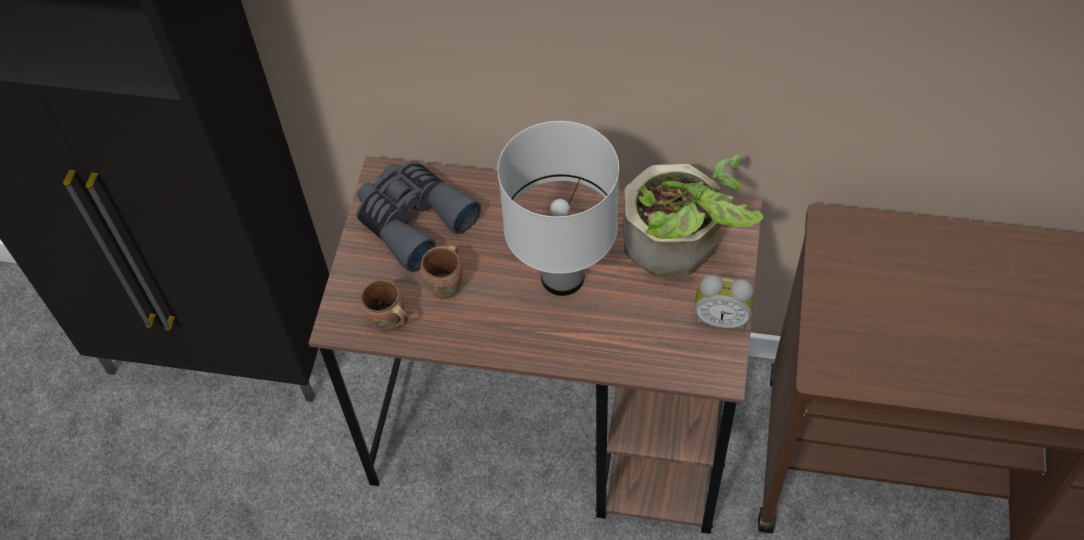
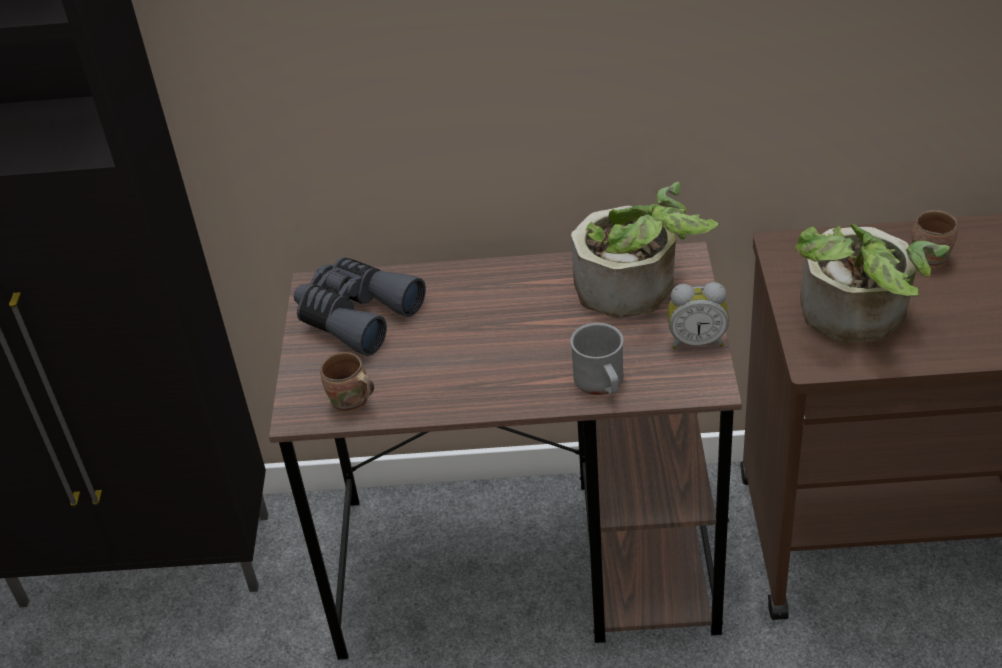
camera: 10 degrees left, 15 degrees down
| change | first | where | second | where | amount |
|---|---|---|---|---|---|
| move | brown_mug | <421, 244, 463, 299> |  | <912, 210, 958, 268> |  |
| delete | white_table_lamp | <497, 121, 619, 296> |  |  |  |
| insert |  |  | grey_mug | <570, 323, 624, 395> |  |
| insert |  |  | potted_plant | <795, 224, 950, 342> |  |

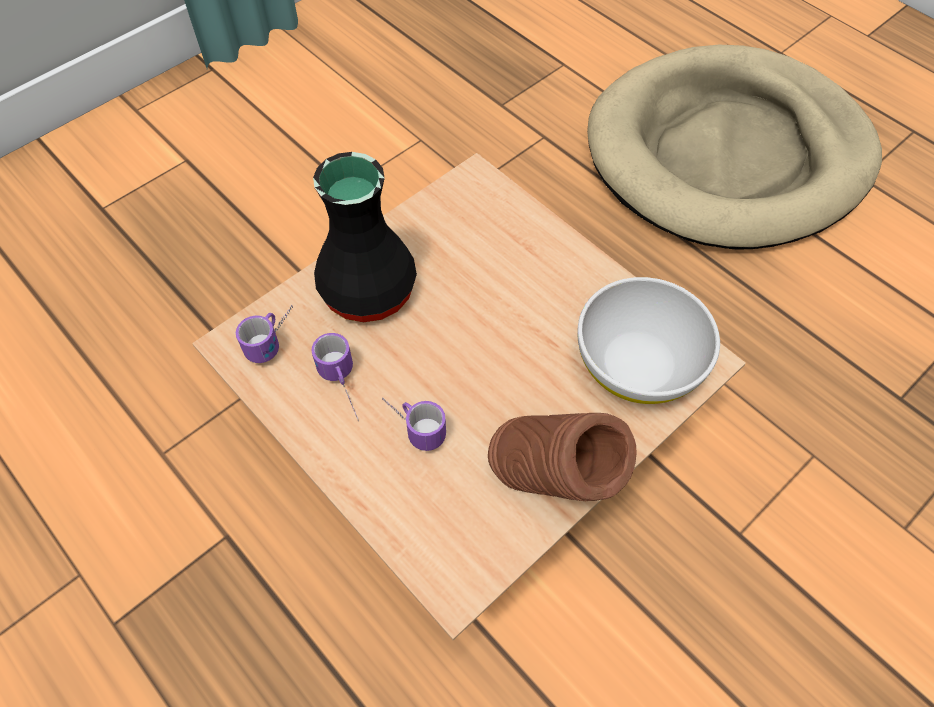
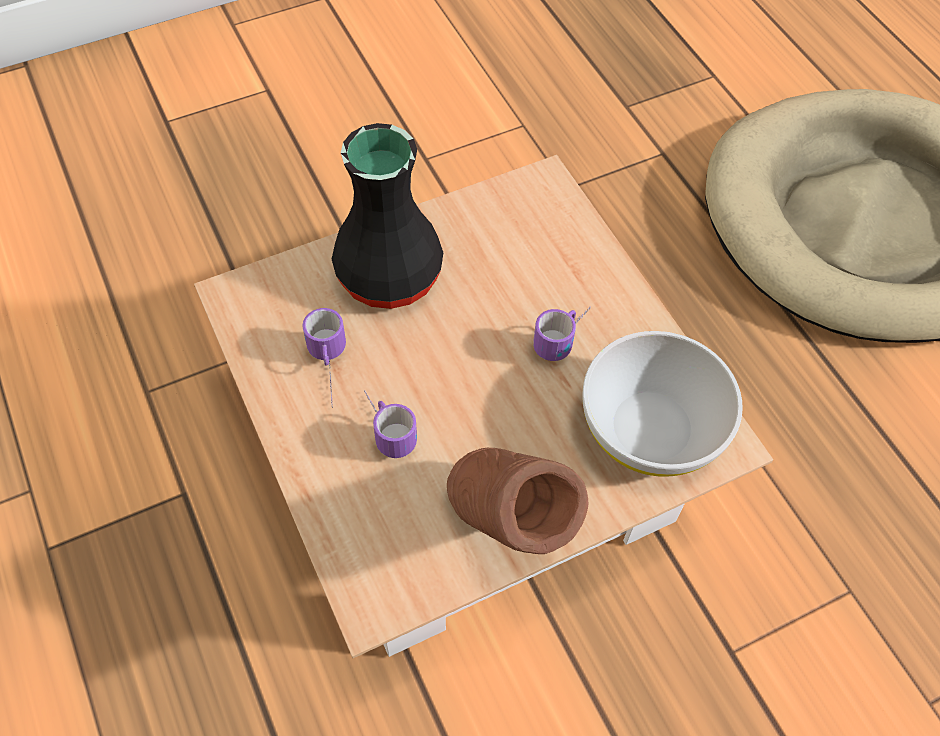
camera: 15 degrees right, 0 degrees up
| change | first | where | second | where | amount |
|---|---|---|---|---|---|
| move | mug | <236, 305, 293, 363> |  | <533, 307, 591, 361> |  |

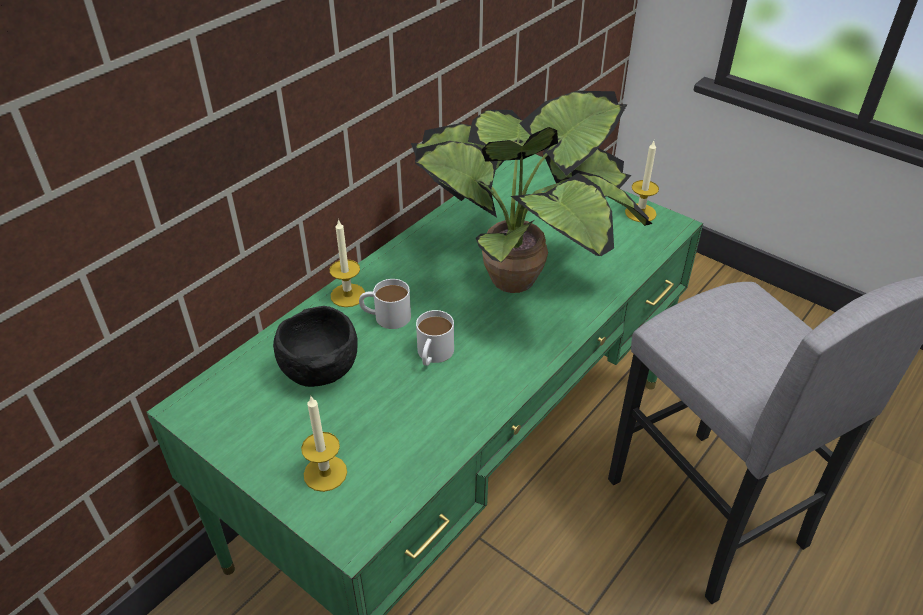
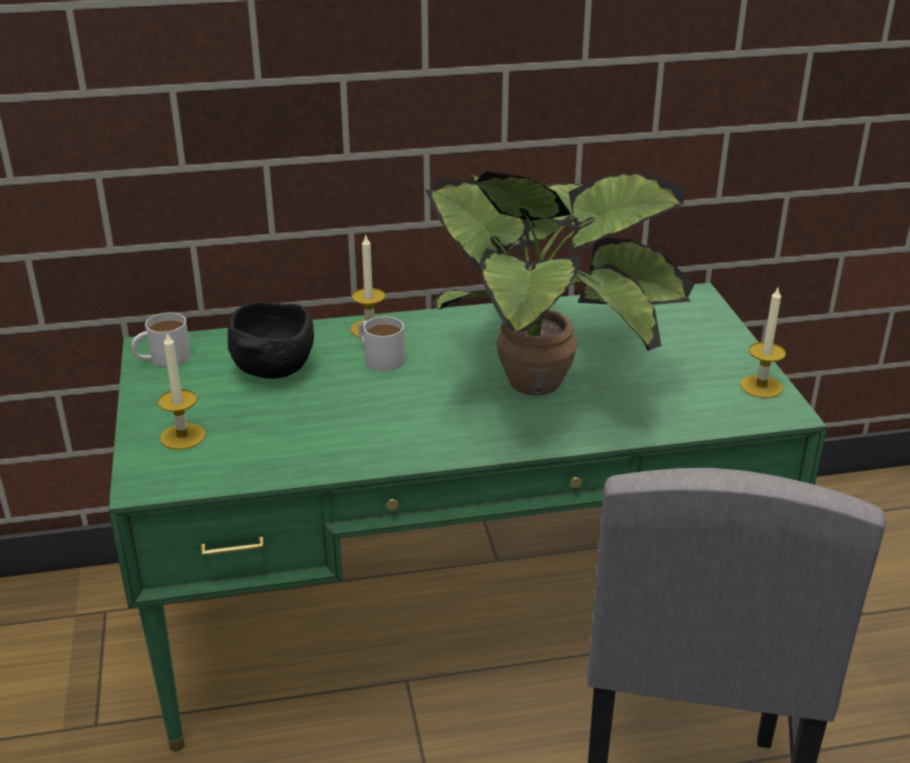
camera: 40 degrees right, 10 degrees down
| change | first | where | second | where | amount |
|---|---|---|---|---|---|
| move | white_mug | <416, 310, 454, 366> |  | <131, 312, 191, 367> |  |

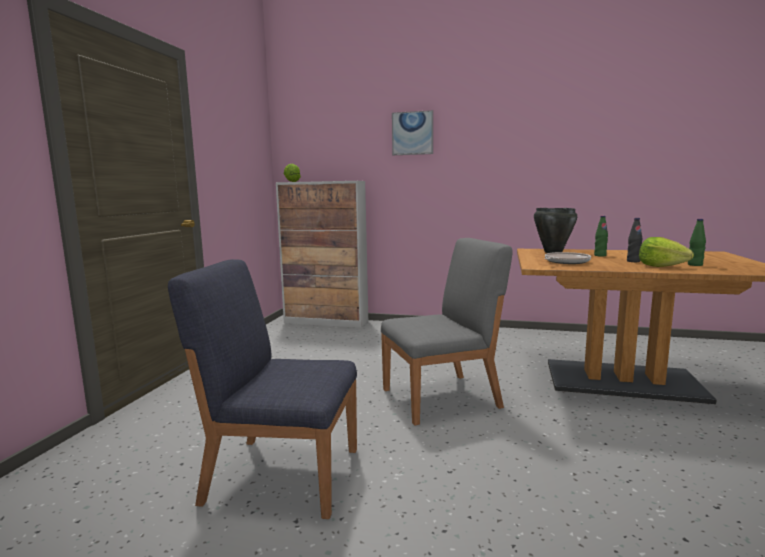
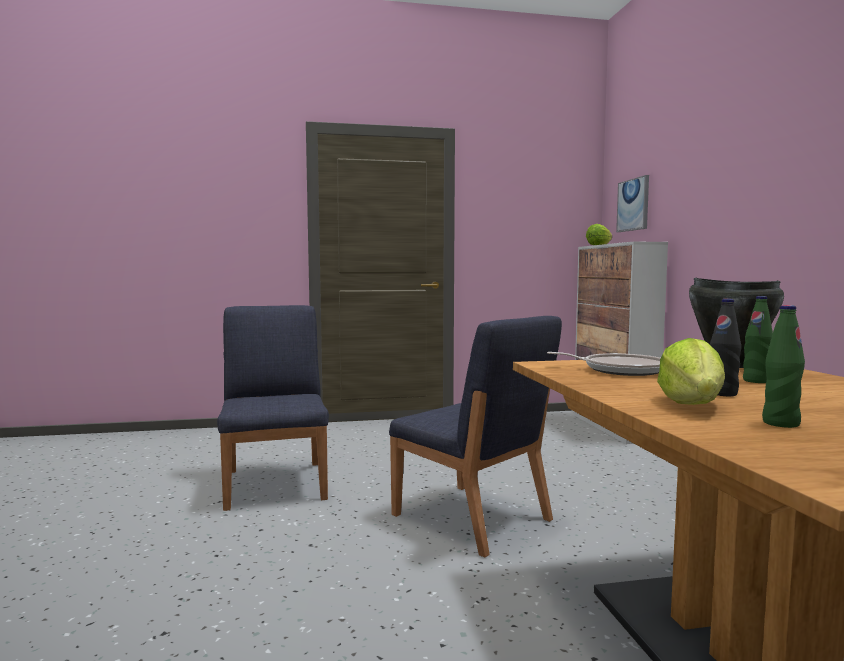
camera: 65 degrees right, 5 degrees down
| change | first | where | second | where | amount |
|---|---|---|---|---|---|
| recolor | grey_chair | <381, 238, 513, 426> | blue_chair | <389, 316, 562, 557> |  |
| move | picture | <392, 110, 433, 155> |  | <616, 175, 649, 232> |  |

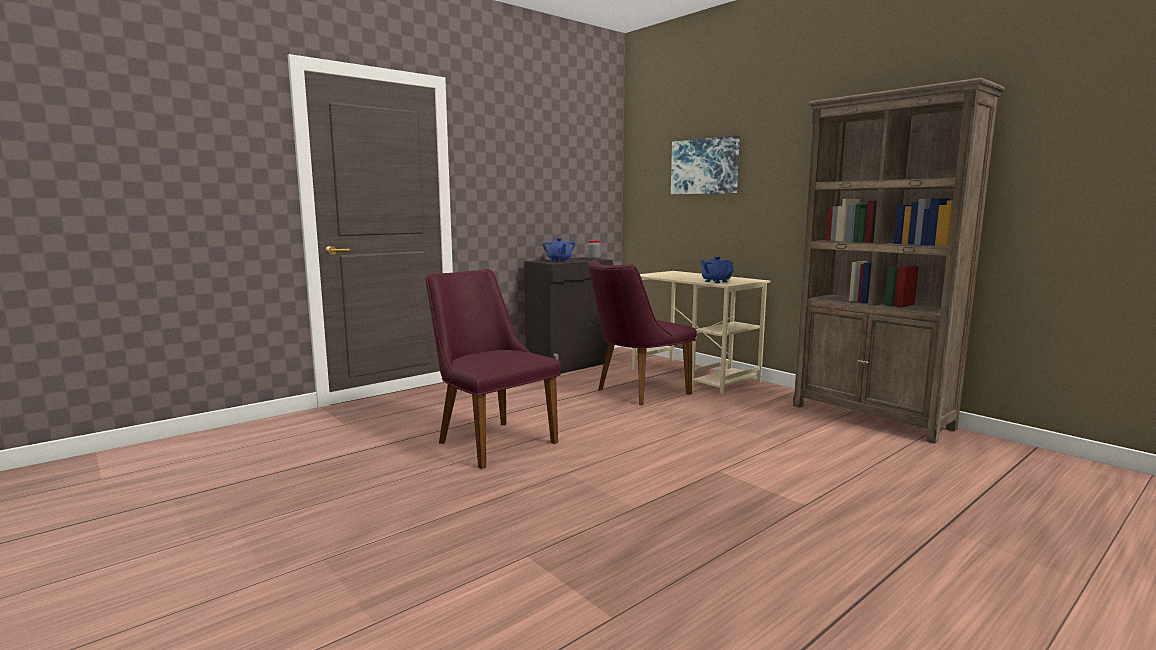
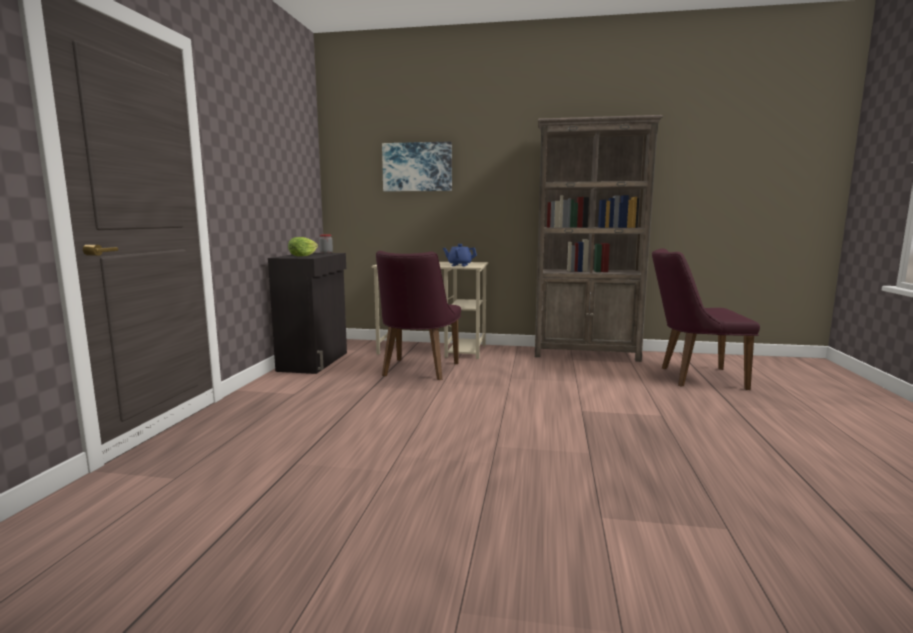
camera: 40 degrees left, 0 degrees up
| change | first | where | second | where | amount |
|---|---|---|---|---|---|
| move | purple_chair | <425, 269, 561, 469> |  | <652, 249, 760, 390> |  |
| replace | blue_teapot | <543, 238, 576, 262> | lettuce | <288, 237, 318, 256> |  |

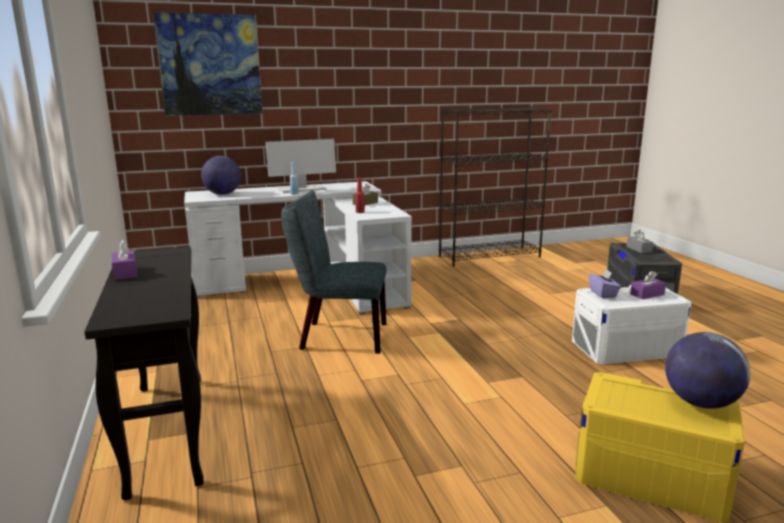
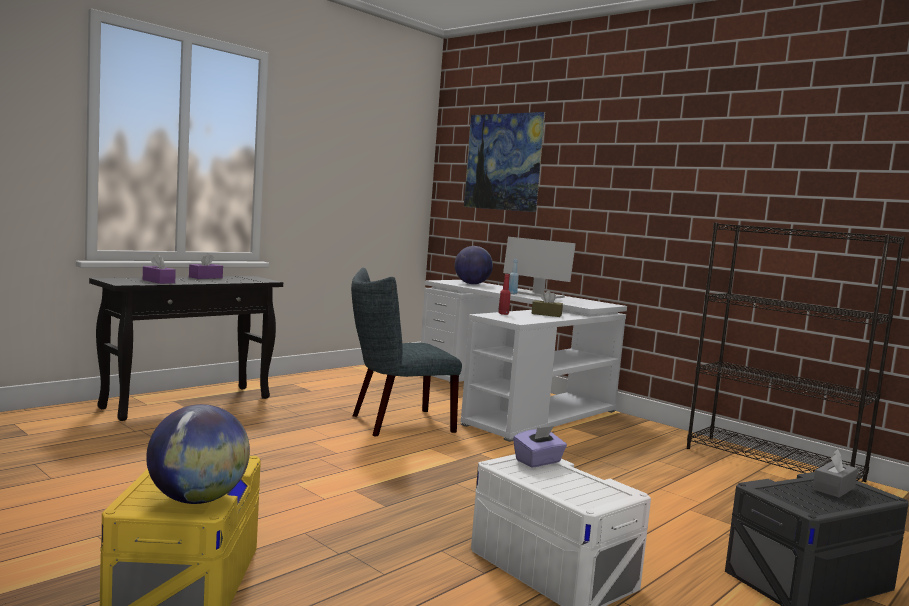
camera: 60 degrees right, 10 degrees down
| change | first | where | second | where | amount |
|---|---|---|---|---|---|
| rotate | grey_chair | <281, 191, 386, 354> |  | <351, 268, 462, 437> | 90 degrees counterclockwise |
| move | purple_tissue_box | <630, 271, 666, 299> |  | <143, 254, 176, 284> |  |

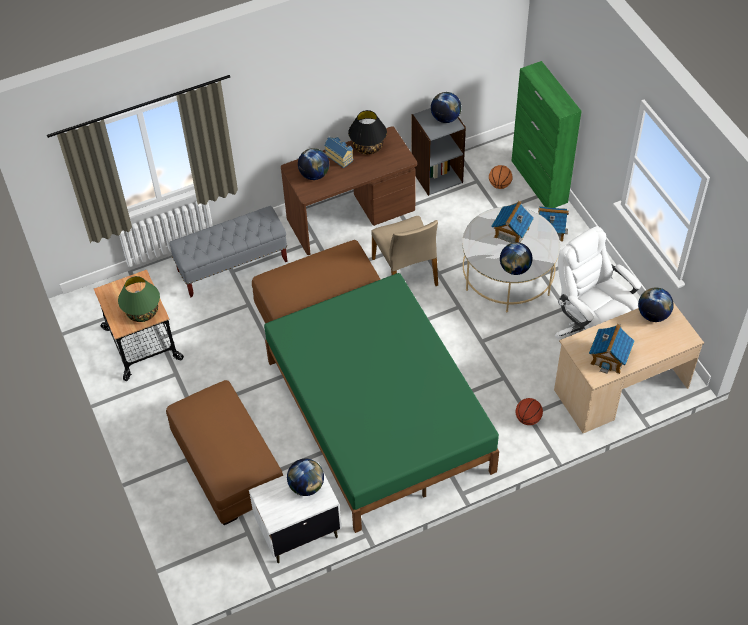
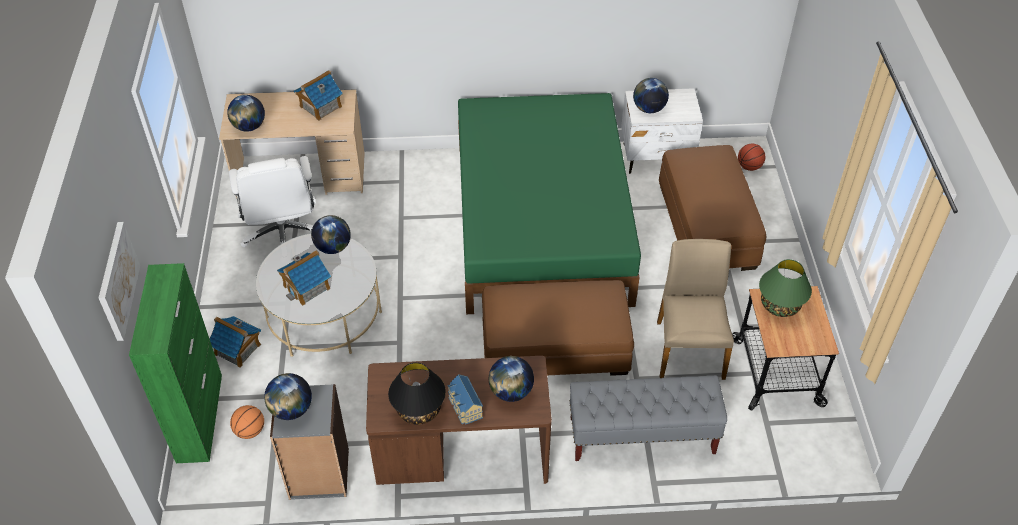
camera: 160 degrees left, 5 degrees down
| change | first | where | second | where | amount |
|---|---|---|---|---|---|
| move | beige_chair | <371, 216, 438, 286> |  | <657, 239, 734, 380> |  |
| move | basketball | <516, 398, 543, 425> |  | <738, 144, 766, 171> |  |
| insert |  |  | picture | <99, 222, 140, 341> |  |

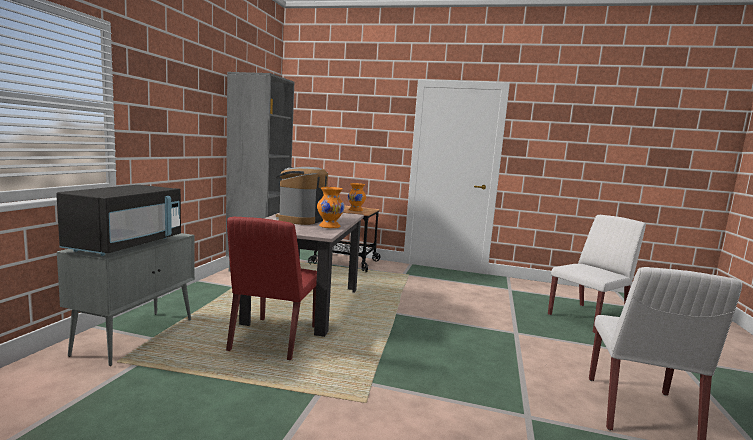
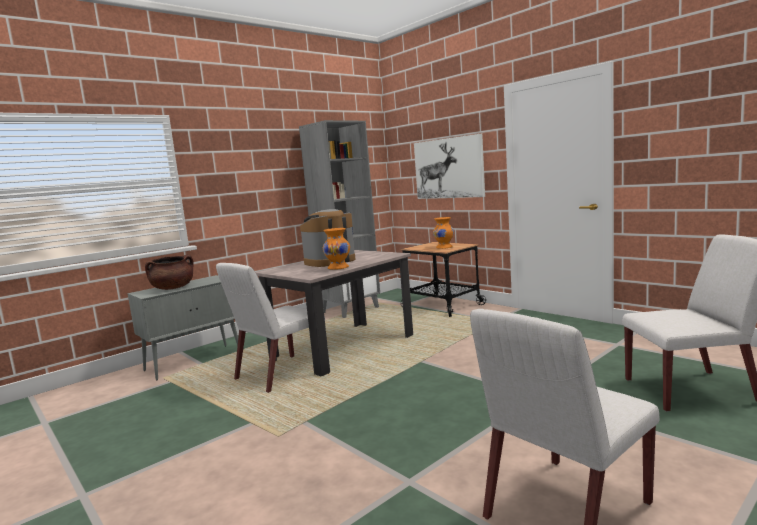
camera: 35 degrees right, 0 degrees up
| change | first | where | second | where | amount |
|---|---|---|---|---|---|
| replace | black_microwave | <56, 185, 181, 256> | brown_cooking_pot | <145, 255, 194, 290> |  |
| recolor | red_chair | <226, 217, 317, 360> | white_chair | <216, 263, 325, 393> |  |
| insert |  |  | picture | <414, 134, 485, 199> |  |

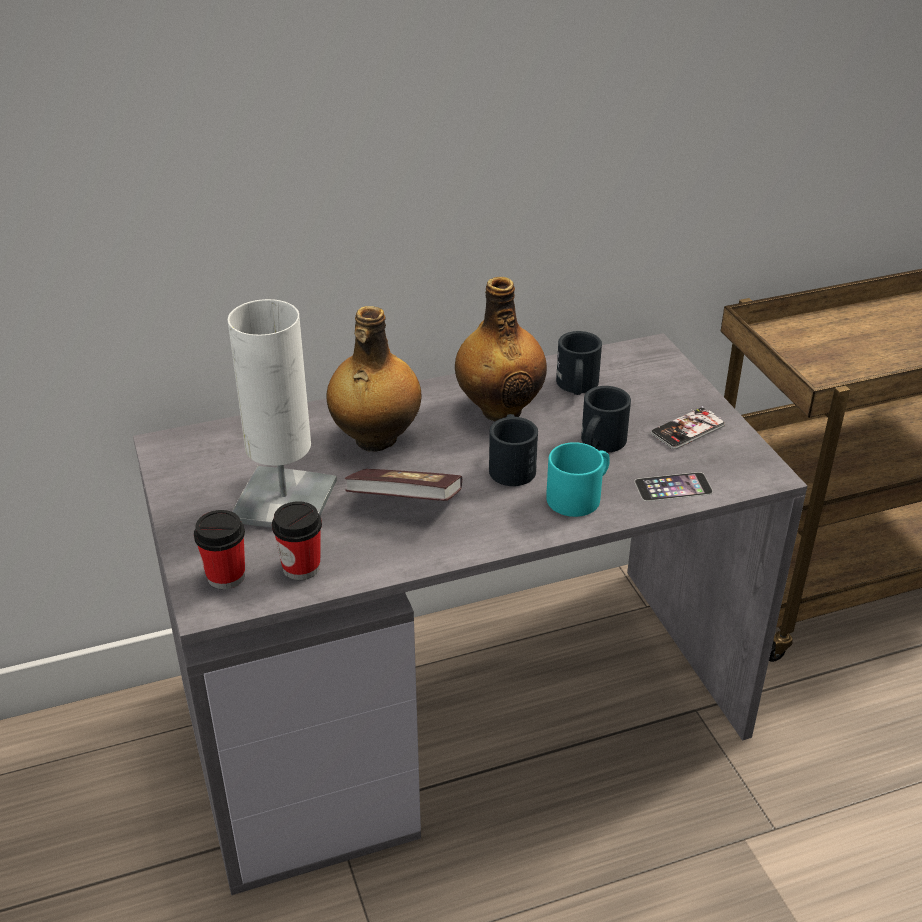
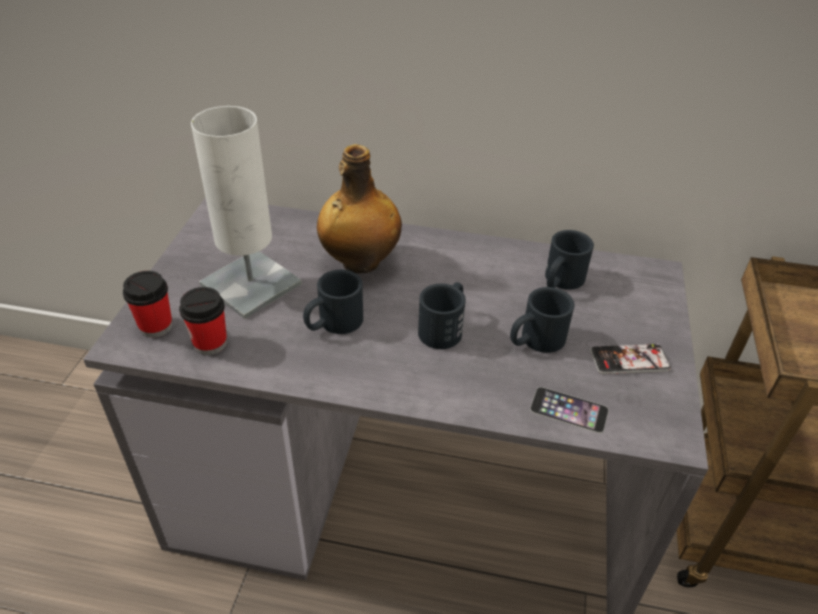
camera: 30 degrees right, 5 degrees up
| change | first | where | second | where | amount |
|---|---|---|---|---|---|
| replace | book | <345, 469, 462, 501> | black_mug | <303, 270, 363, 334> |  |
| delete | bottle | <455, 277, 547, 421> |  |  |  |
| delete | turquoise_mug | <546, 442, 610, 517> |  |  |  |

